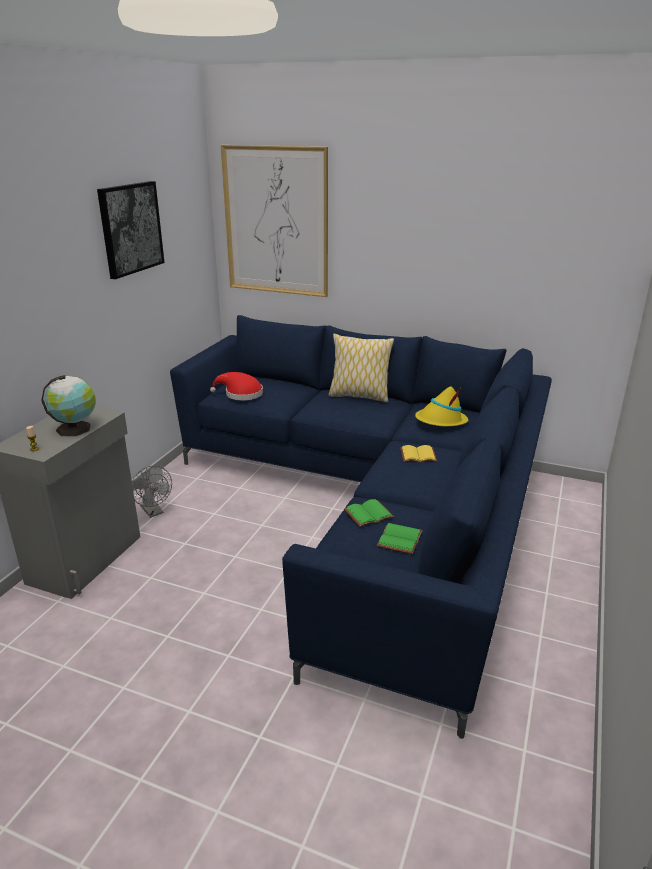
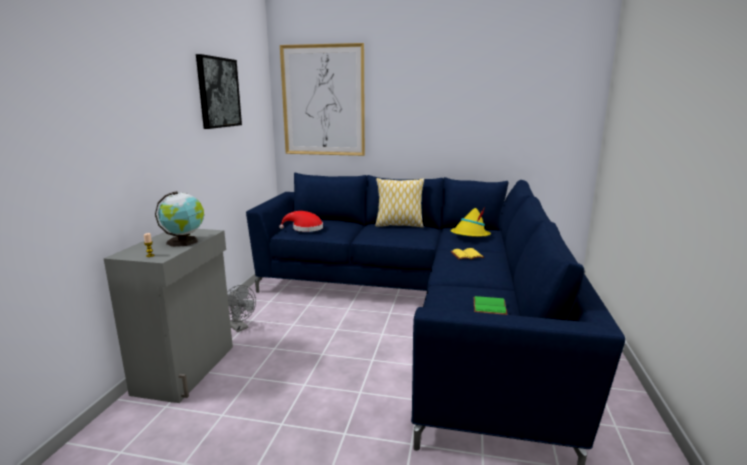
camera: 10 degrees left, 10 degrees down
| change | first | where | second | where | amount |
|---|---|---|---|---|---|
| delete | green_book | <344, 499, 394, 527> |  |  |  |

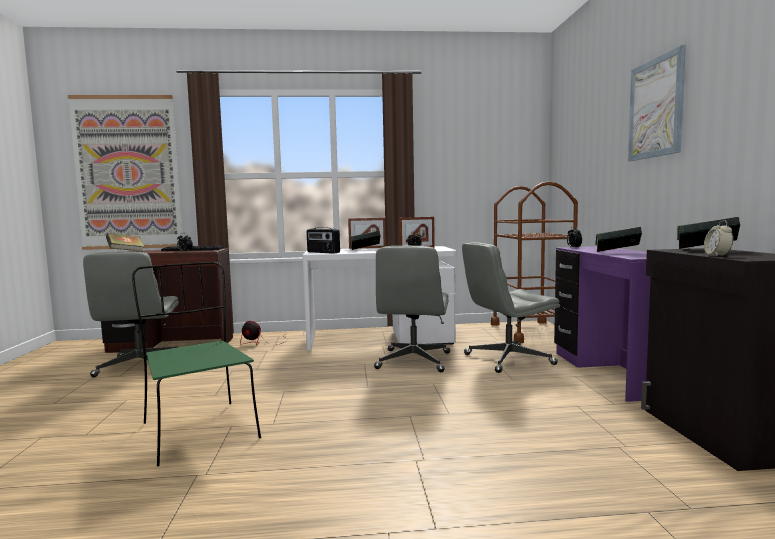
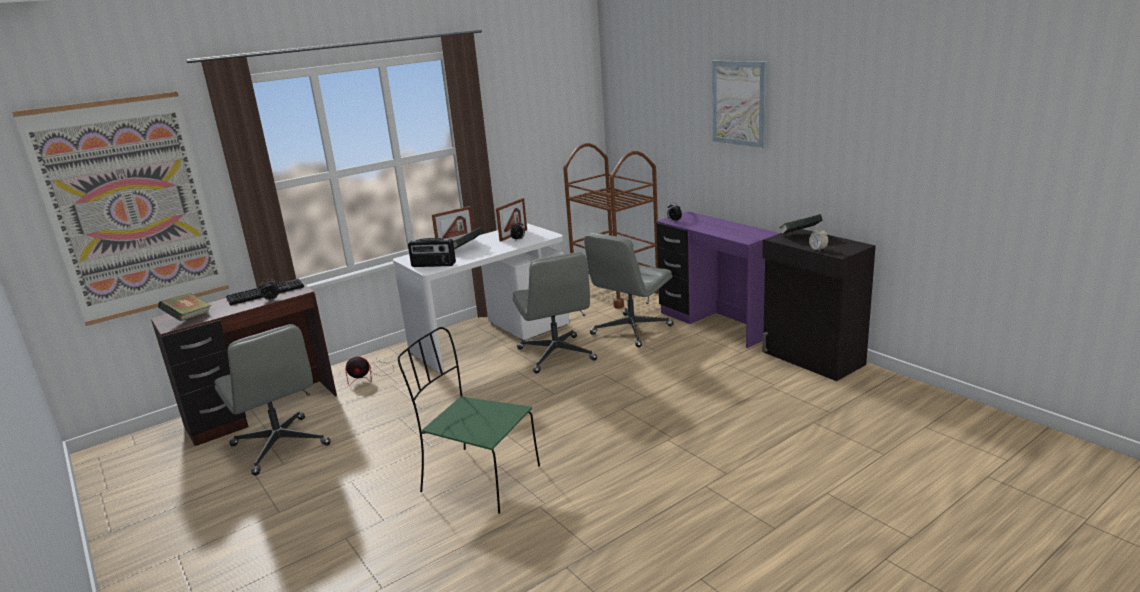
camera: 30 degrees left, 15 degrees up
| change | first | where | second | where | amount |
|---|---|---|---|---|---|
| delete | book | <595, 227, 642, 252> |  |  |  |

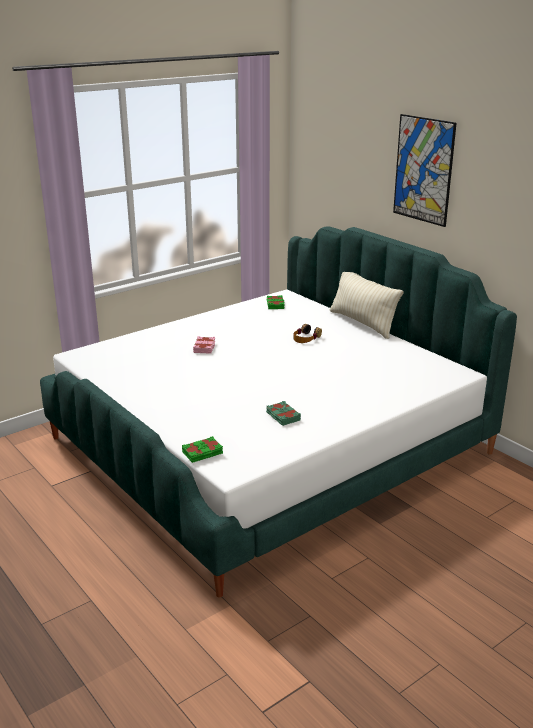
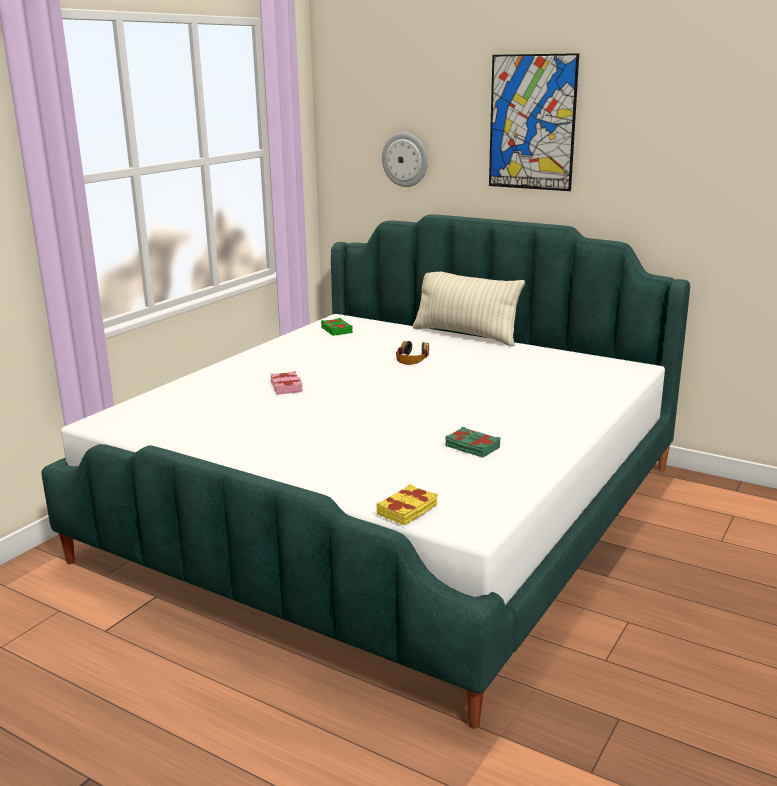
camera: 20 degrees left, 5 degrees down
| change | first | where | second | where | amount |
|---|---|---|---|---|---|
| recolor | green_book | <182, 436, 223, 463> | yellow_book | <376, 484, 438, 525> |  |
| insert |  |  | wall_clock | <382, 133, 428, 187> |  |

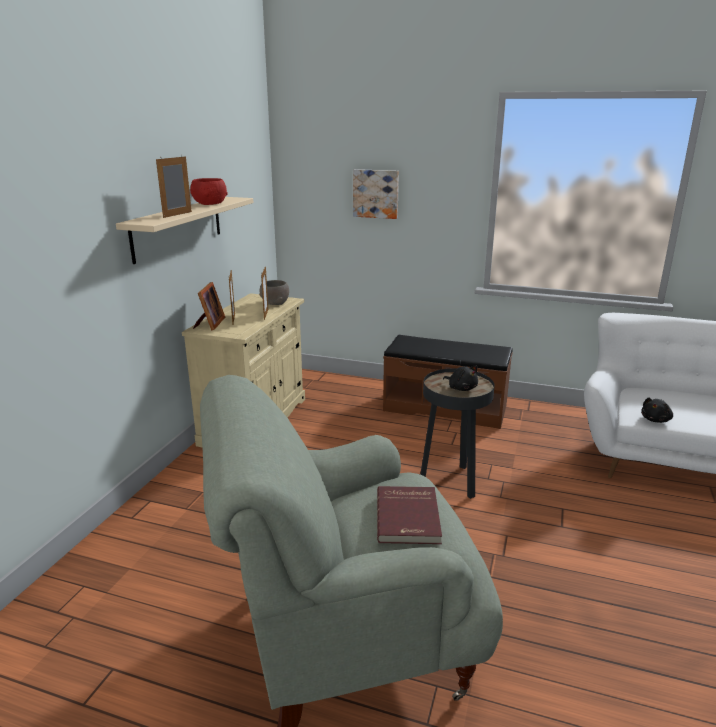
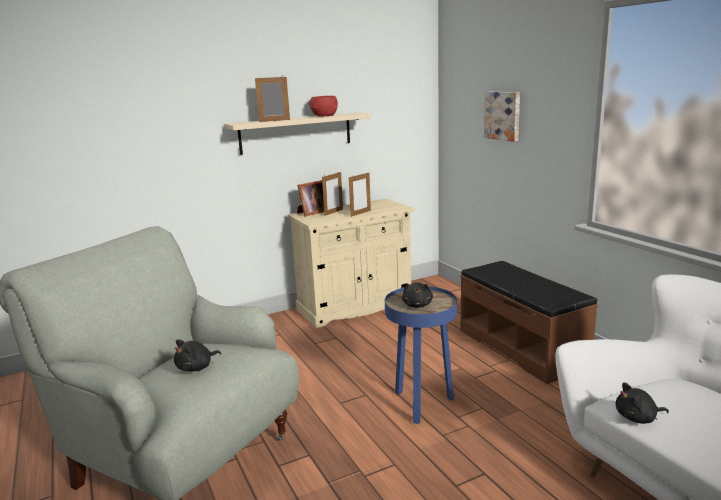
camera: 45 degrees right, 5 degrees down
| change | first | where | second | where | amount |
|---|---|---|---|---|---|
| delete | grey_bowl | <259, 280, 289, 305> |  |  |  |
| replace | red_book | <377, 486, 442, 544> | black_plush_toy | <174, 339, 221, 372> |  |
| recolor | black_side_table | <420, 369, 495, 499> | blue_side_table | <385, 286, 457, 424> |  |

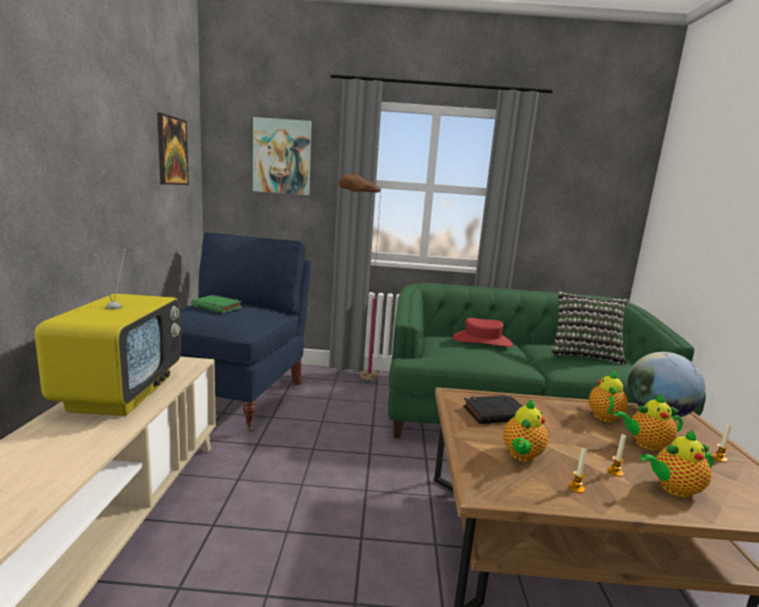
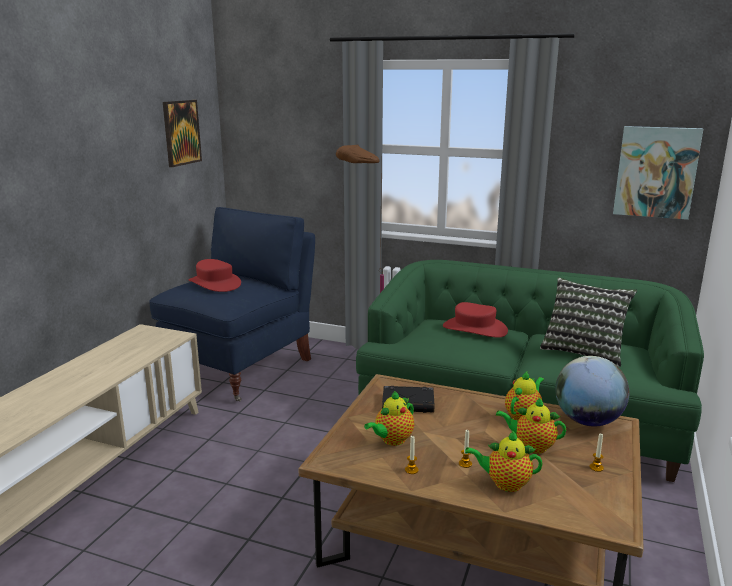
camera: 20 degrees right, 5 degrees up
| change | first | where | second | where | amount |
|---|---|---|---|---|---|
| delete | television | <35, 249, 181, 416> |  |  |  |
| replace | green_book | <191, 295, 242, 313> | red_hat | <188, 259, 241, 292> |  |
| move | picture | <253, 117, 312, 195> |  | <613, 126, 703, 220> |  |

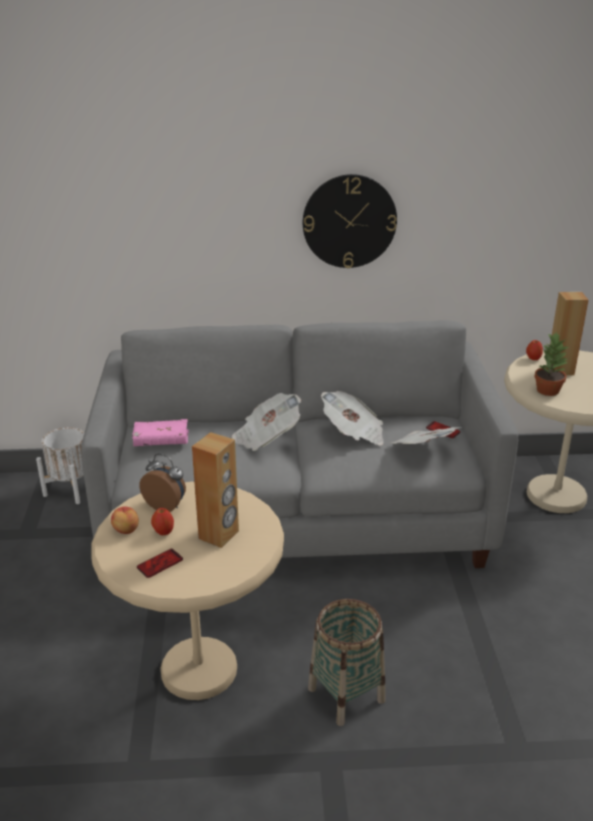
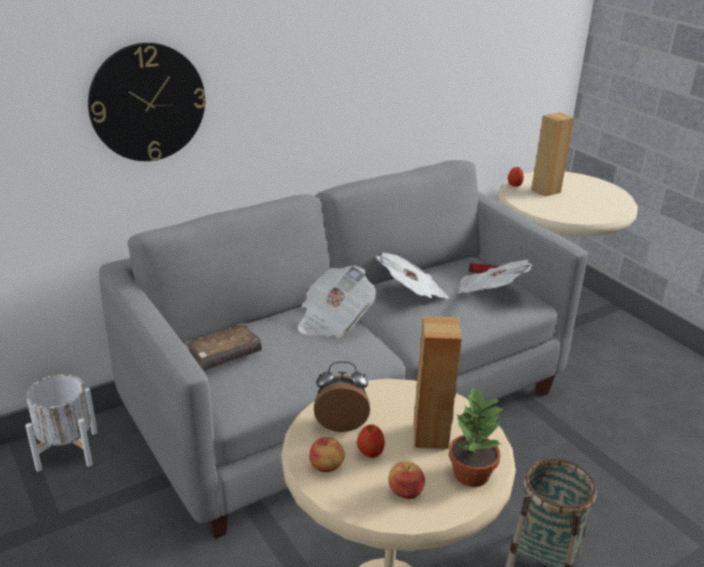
camera: 30 degrees left, 0 degrees up
| change | first | where | second | where | amount |
|---|---|---|---|---|---|
| recolor | pink_book | <132, 419, 189, 446> | brown_book | <184, 323, 262, 370> |  |
| replace | phone | <137, 549, 183, 578> | apple | <389, 461, 425, 499> |  |
| move | wall_clock | <303, 174, 397, 268> |  | <88, 43, 206, 161> |  |
| move | potted_plant | <534, 331, 569, 396> |  | <449, 386, 505, 487> |  |

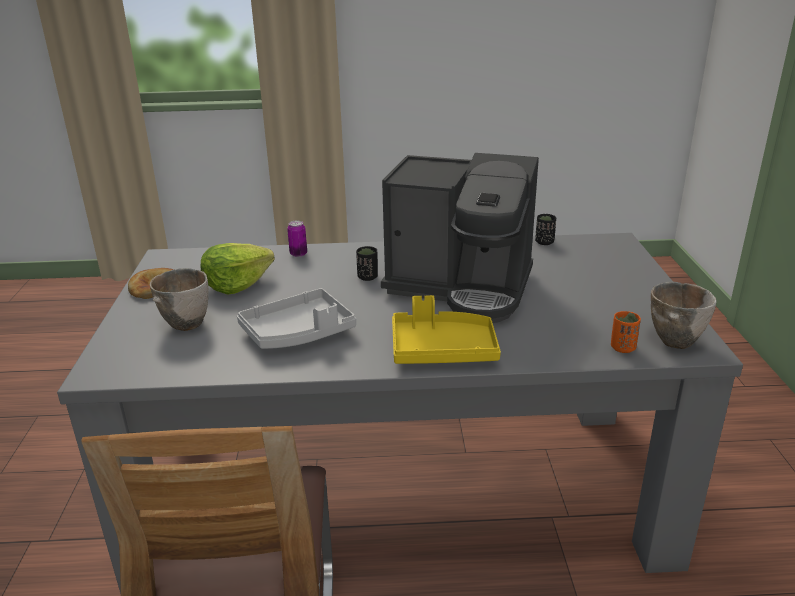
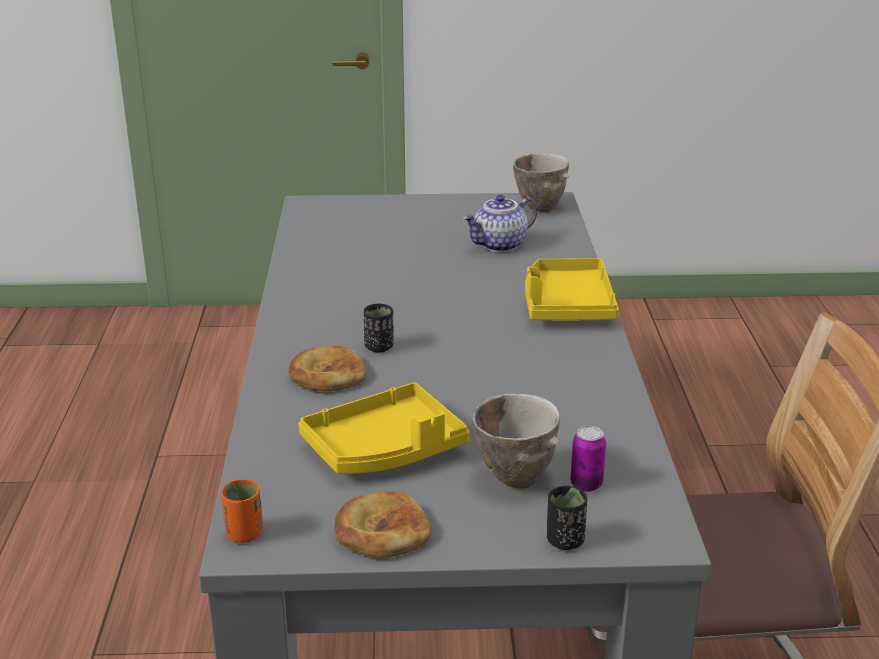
camera: 90 degrees left, 0 degrees up
| change | first | where | second | where | amount |
|---|---|---|---|---|---|
| replace | lettuce | <201, 243, 275, 295> | yellow_tray | <298, 382, 469, 474> |  |
| delete | grey_tray | <237, 288, 356, 349> |  |  |  |
| move | can | <287, 221, 307, 257> |  | <570, 426, 606, 492> |  |
| delete | coffee_machine | <381, 153, 539, 323> |  |  |  |
| move | black_cup | <535, 214, 556, 245> |  | <547, 486, 587, 550> |  |
| move | orange_cup | <611, 311, 641, 353> |  | <221, 479, 263, 543> |  |
| insert |  |  | bread | <288, 346, 367, 391> |  |
| insert |  |  | teapot | <463, 195, 537, 252> |  |

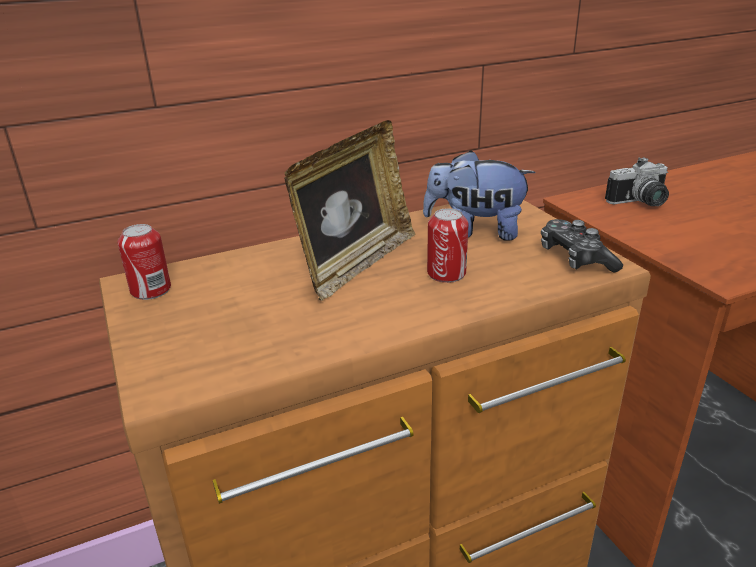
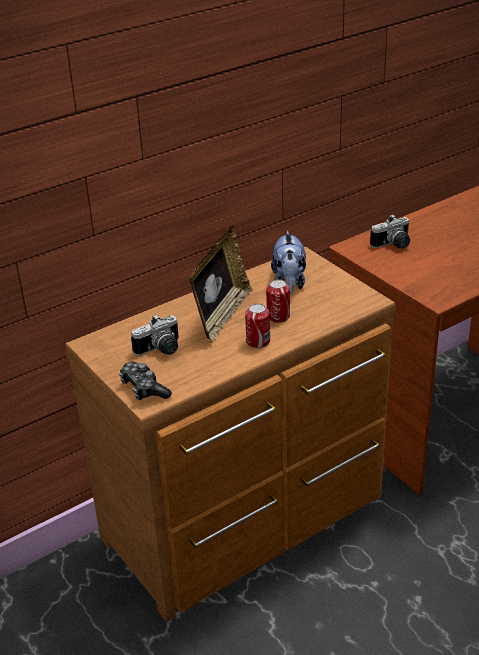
camera: 10 degrees left, 5 degrees up
| change | first | where | second | where | amount |
|---|---|---|---|---|---|
| move | can | <118, 224, 171, 300> |  | <245, 303, 270, 348> |  |
| rotate | plush_toy | <423, 150, 536, 241> |  | <271, 231, 306, 294> | 90 degrees counterclockwise |
| move | game_controller | <541, 219, 623, 273> |  | <119, 362, 172, 400> |  |
| insert |  |  | photo_camera | <131, 315, 179, 356> |  |

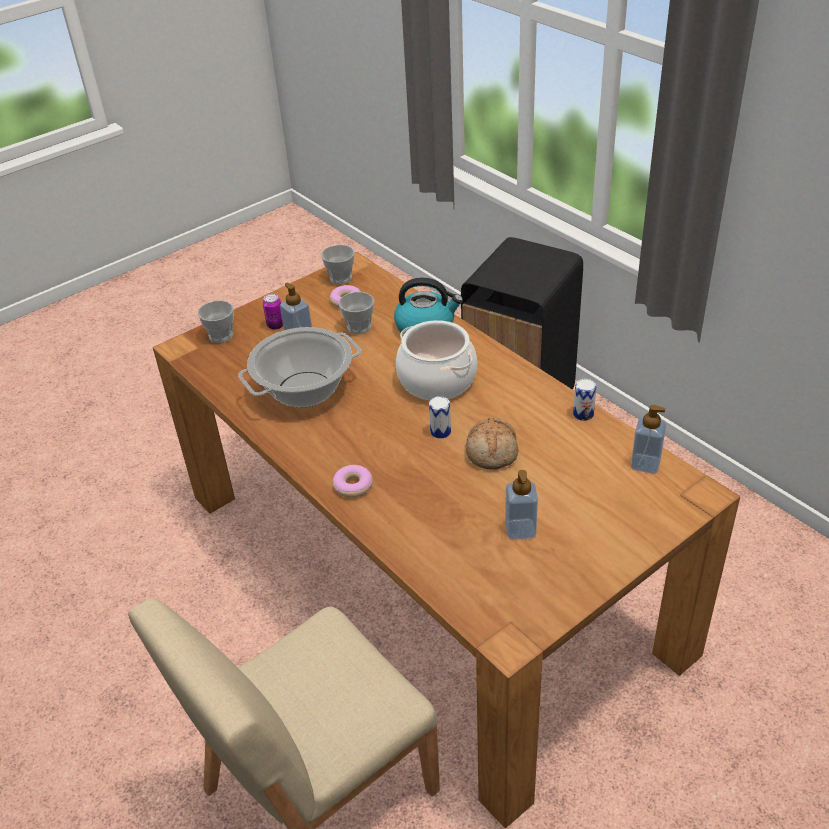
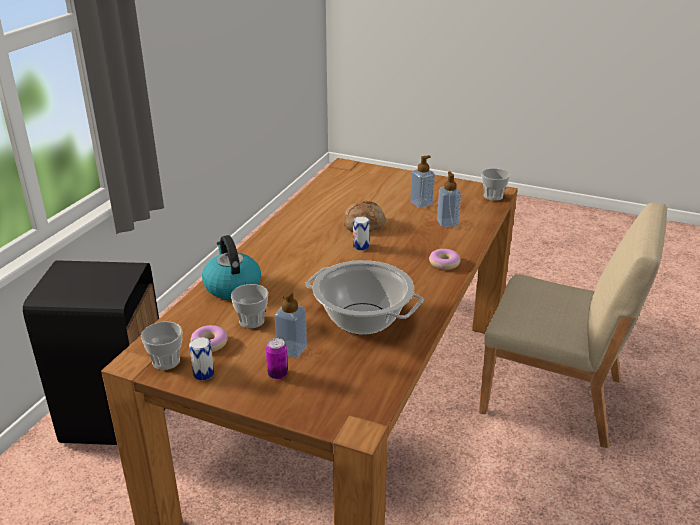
camera: 120 degrees left, 10 degrees down
| change | first | where | second | where | amount |
|---|---|---|---|---|---|
| move | cup | <197, 300, 234, 343> |  | <481, 168, 510, 201> |  |
| delete | cooking_pot | <396, 320, 477, 400> |  |  |  |
| move | can | <573, 379, 596, 421> |  | <189, 337, 214, 381> |  |
| move | soap_dispenser | <631, 405, 666, 474> |  | <437, 172, 461, 227> |  |

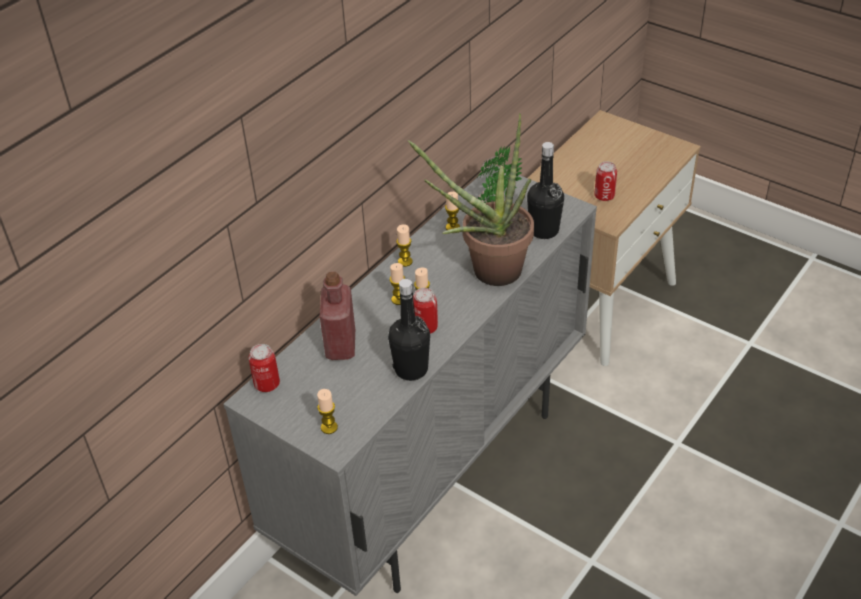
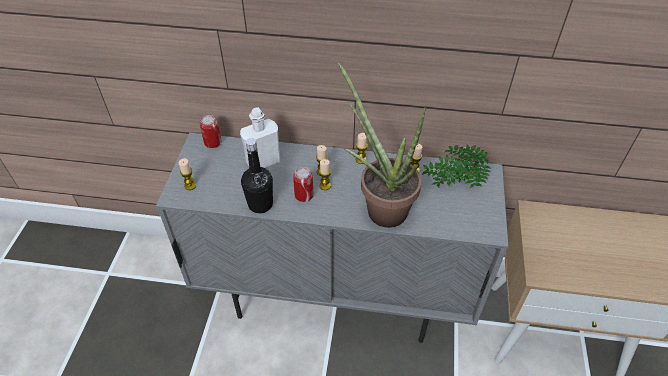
camera: 60 degrees right, 5 degrees up
| change | first | where | second | where | amount |
|---|---|---|---|---|---|
| recolor | red_bottle | <320, 272, 355, 360> | white_bottle | <240, 107, 280, 168> |  |
| delete | black_bottle | <527, 142, 564, 239> |  |  |  |
| delete | can | <594, 162, 617, 201> |  |  |  |

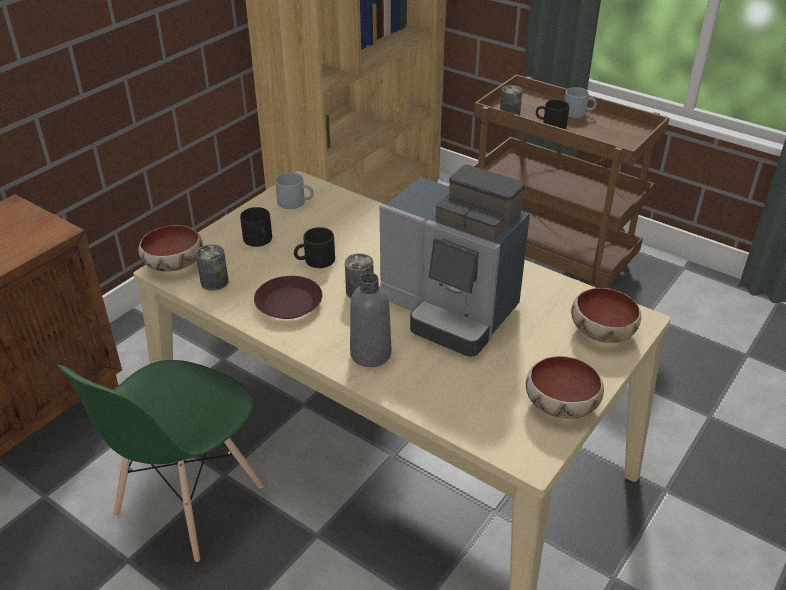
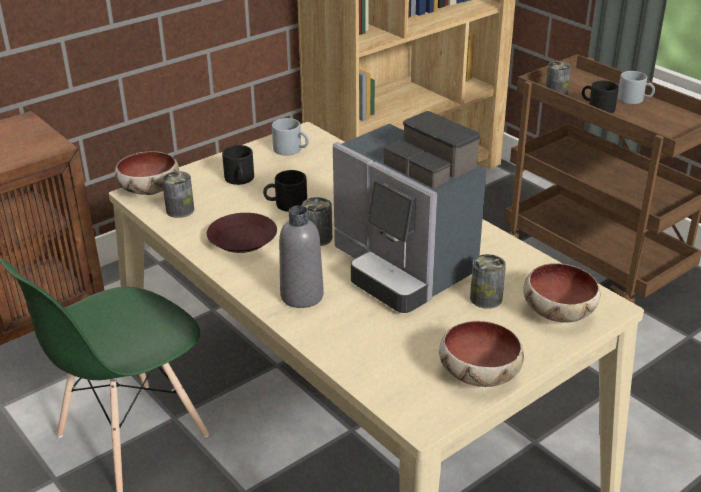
camera: 15 degrees right, 5 degrees down
| change | first | where | second | where | amount |
|---|---|---|---|---|---|
| insert |  |  | can | <470, 254, 506, 309> |  |

